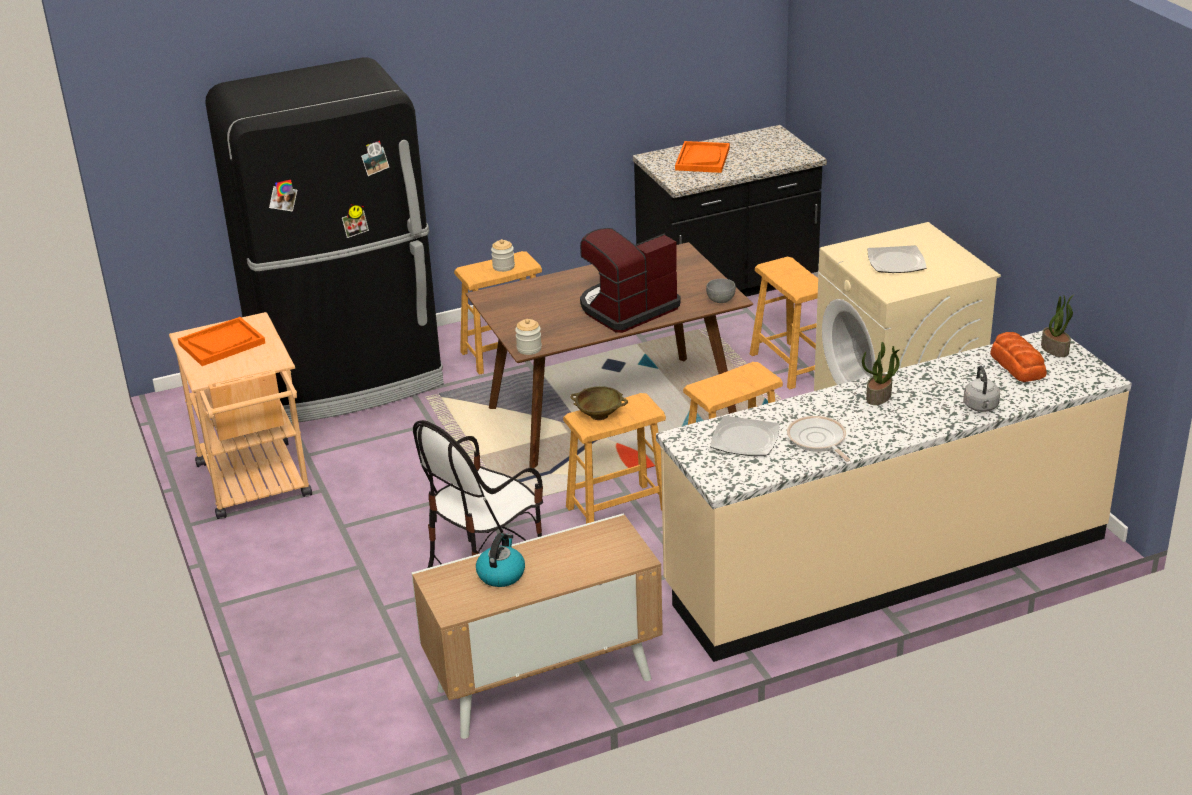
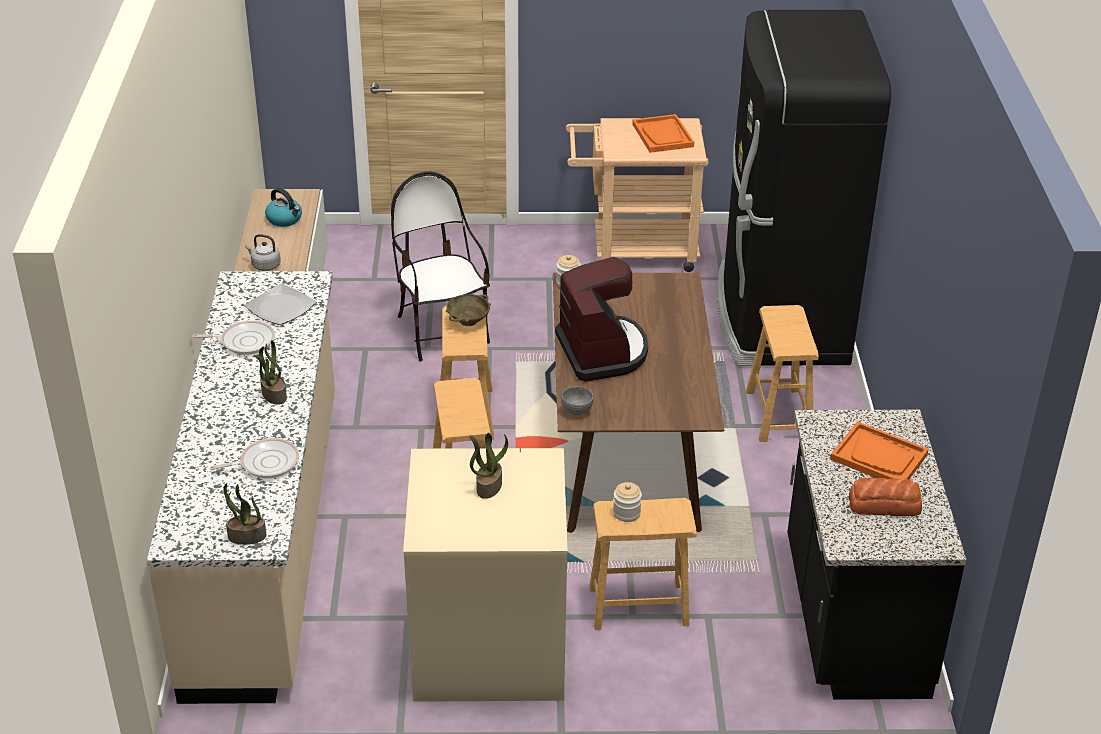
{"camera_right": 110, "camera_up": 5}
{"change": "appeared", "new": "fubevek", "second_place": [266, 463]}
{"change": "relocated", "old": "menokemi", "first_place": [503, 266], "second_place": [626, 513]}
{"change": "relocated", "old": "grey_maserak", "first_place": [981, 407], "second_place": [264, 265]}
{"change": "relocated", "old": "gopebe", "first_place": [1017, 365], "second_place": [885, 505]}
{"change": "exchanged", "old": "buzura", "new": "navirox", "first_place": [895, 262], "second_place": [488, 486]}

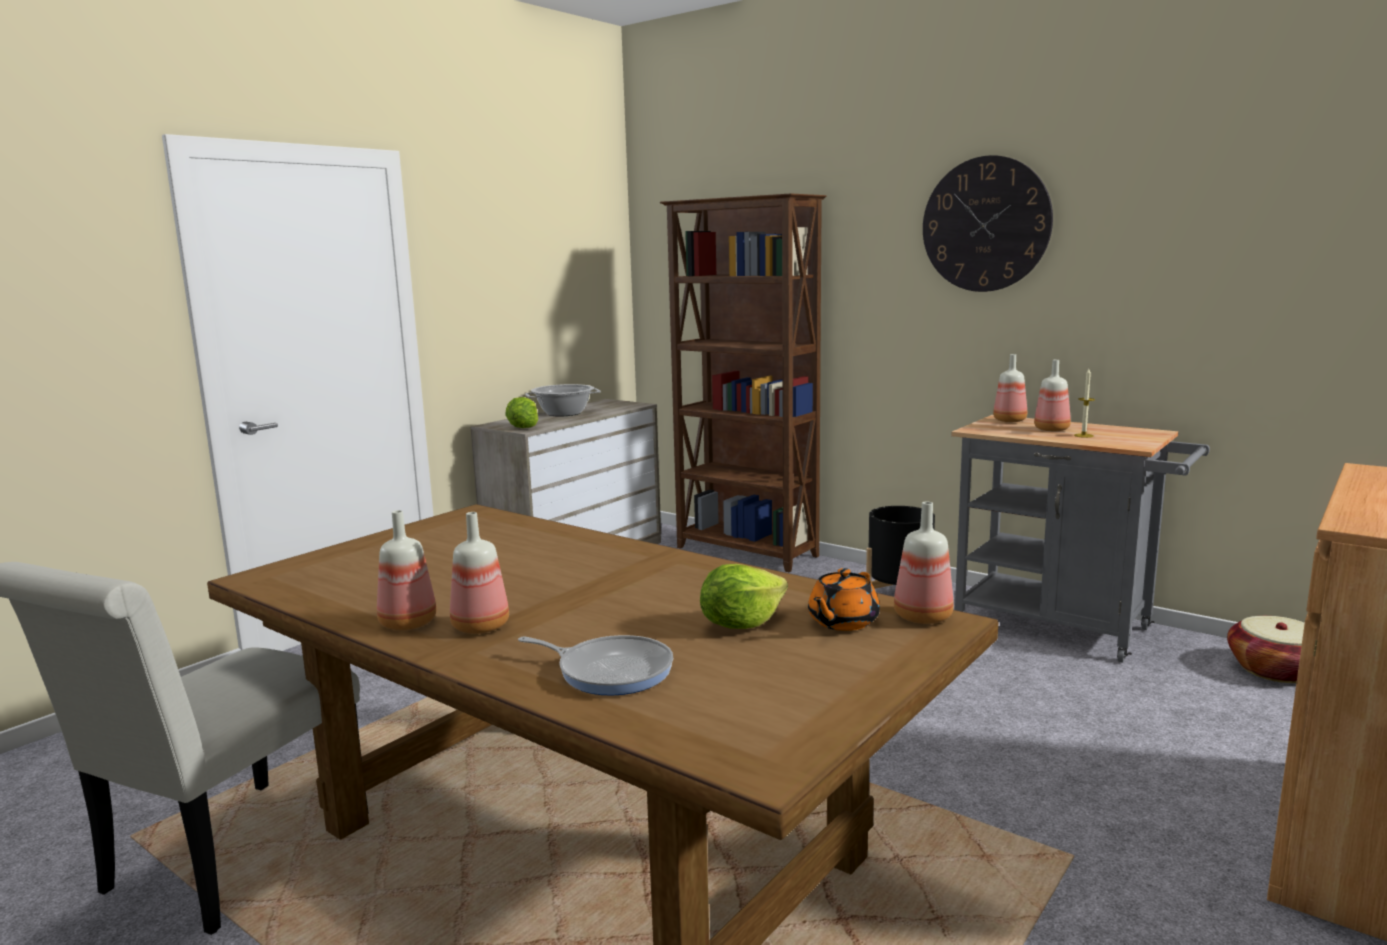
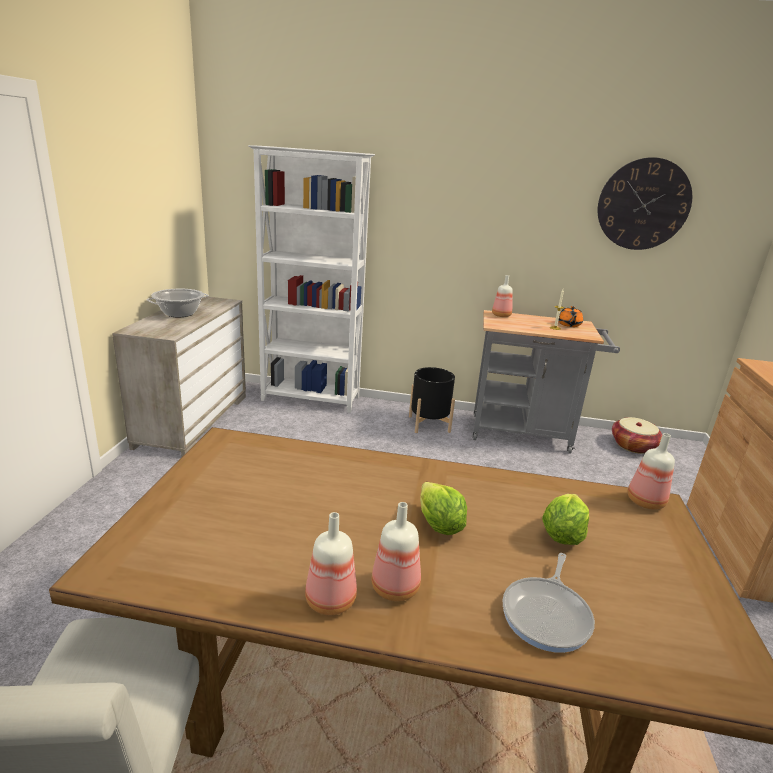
{"camera_right": -30, "camera_up": 10}
{"change": "missing", "old": "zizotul", "first_place": [1052, 429]}
{"change": "relocated", "old": "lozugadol", "first_place": [523, 427], "second_place": [439, 525]}
{"change": "relocated", "old": "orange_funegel", "first_place": [842, 622], "second_place": [569, 325]}
{"change": "relocated", "old": "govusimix", "first_place": [985, 224], "second_place": [643, 204]}
{"change": "colour", "old": "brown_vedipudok", "new": "white_vedipudok", "first_place": [747, 552], "second_place": [311, 399]}
{"change": "spun", "old": "fubevek", "first_place": [610, 671], "second_place": [547, 614], "degrees": 120}

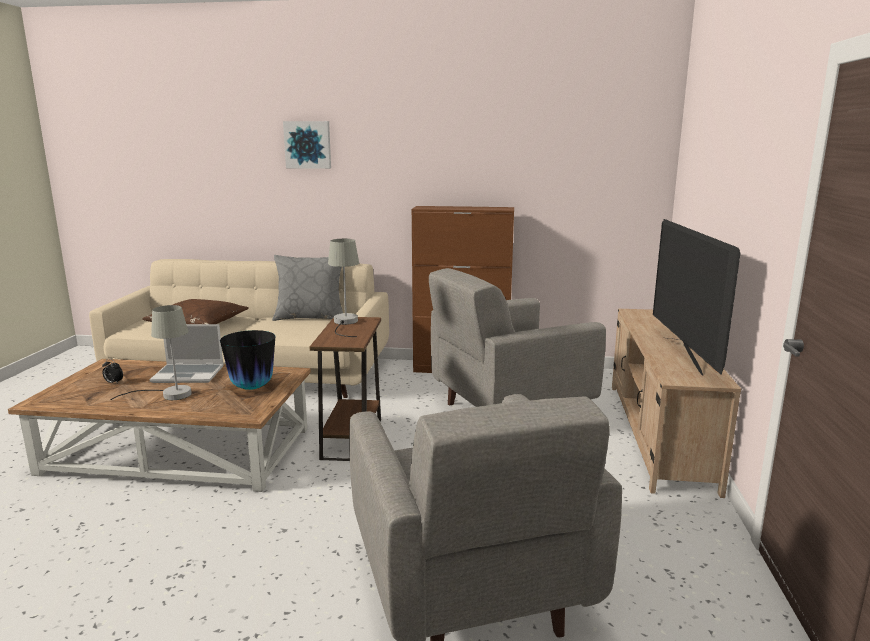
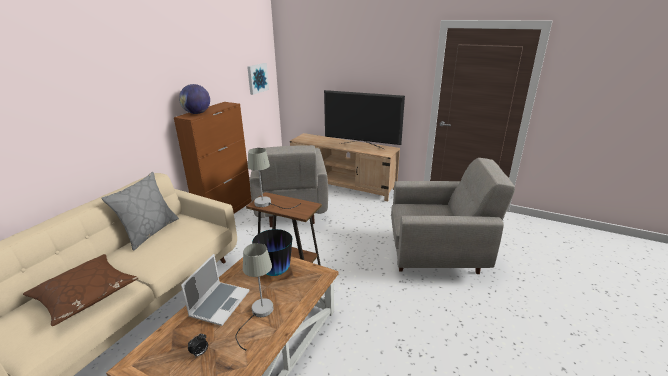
{"camera_right": -70, "camera_up": 10}
{"change": "appeared", "new": "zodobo", "second_place": [197, 113]}
{"change": "relocated", "old": "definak", "first_place": [308, 145], "second_place": [257, 78]}

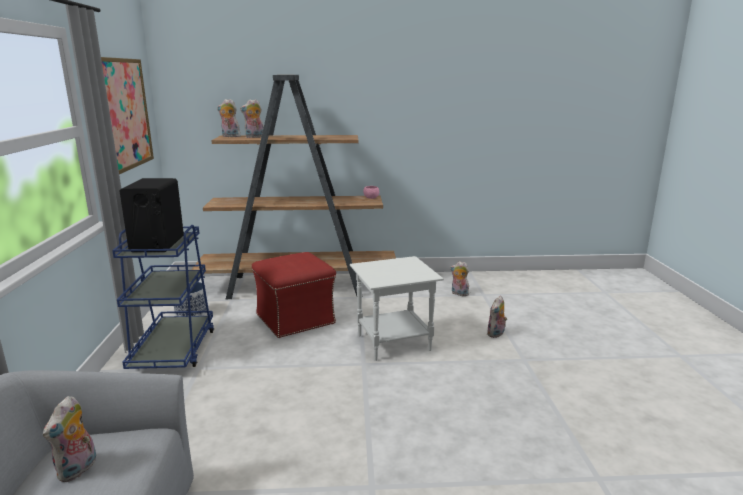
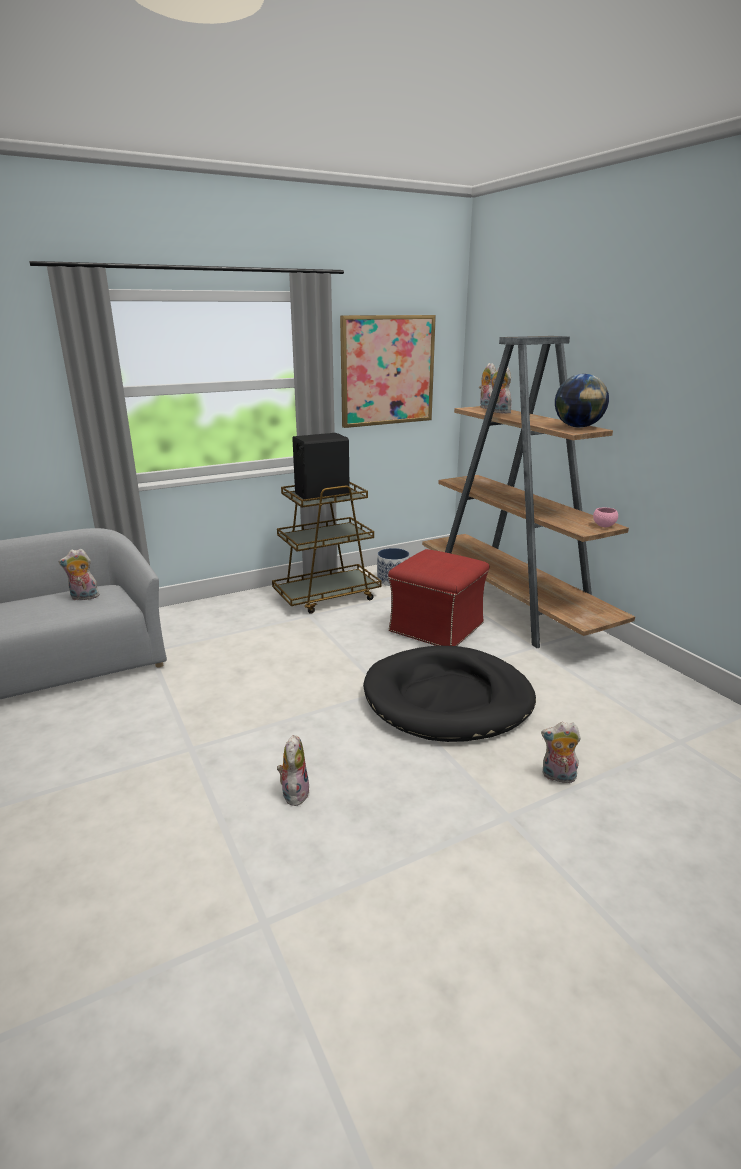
{"camera_right": 65, "camera_up": 5}
{"change": "appeared", "new": "zodobo", "second_place": [578, 427]}
{"change": "relocated", "old": "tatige", "first_place": [459, 294], "second_place": [294, 792]}
{"change": "exchanged", "old": "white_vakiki", "new": "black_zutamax", "first_place": [394, 342], "second_place": [448, 699]}
{"change": "colour", "old": "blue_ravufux", "new": "brown_ravufux", "first_place": [174, 350], "second_place": [327, 596]}

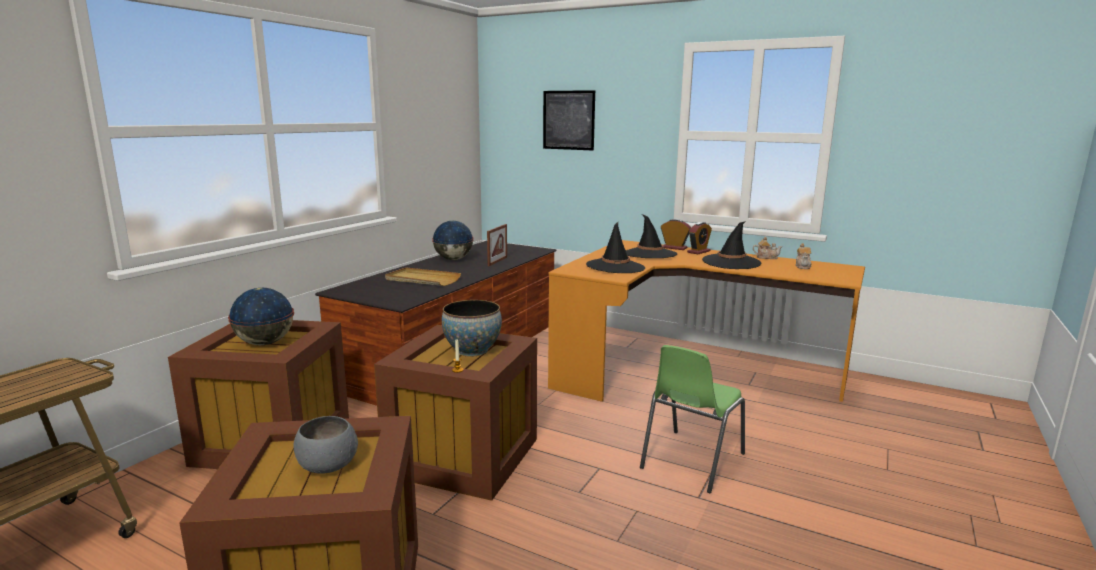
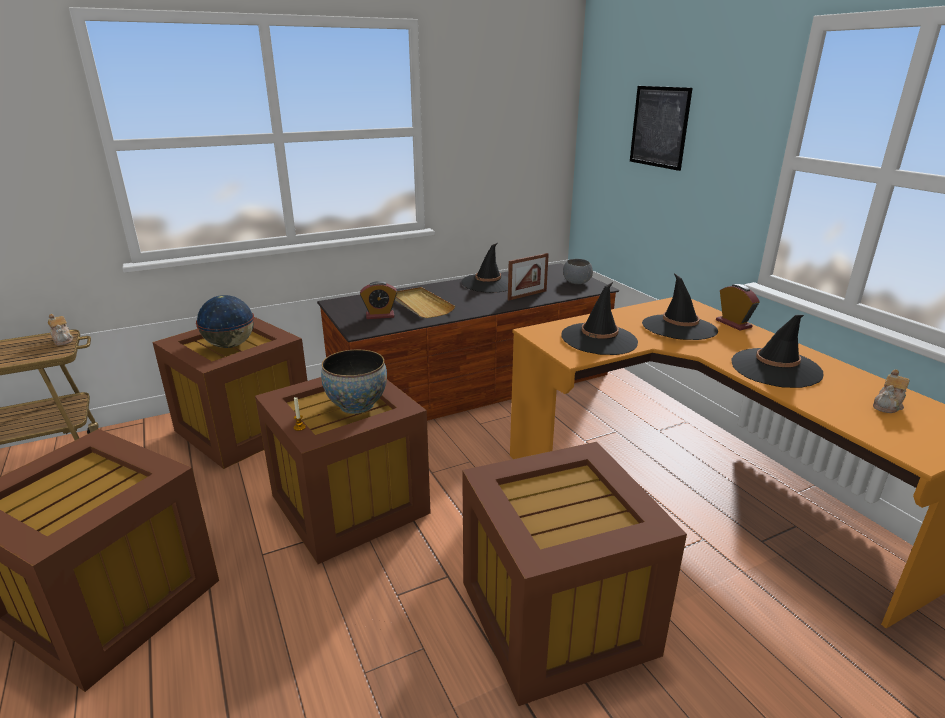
{"camera_right": 35, "camera_up": 10}
{"change": "relocated", "old": "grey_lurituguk", "first_place": [327, 466], "second_place": [576, 282]}
{"change": "relocated", "old": "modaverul", "first_place": [698, 251], "second_place": [380, 315]}
{"change": "relocated", "old": "funegel", "first_place": [766, 257], "second_place": [63, 340]}
{"change": "exchanged", "old": "zodobo", "new": "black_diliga", "first_place": [453, 259], "second_place": [488, 283]}
{"change": "exchanged", "old": "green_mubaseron", "new": "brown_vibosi", "first_place": [690, 461], "second_place": [553, 616]}

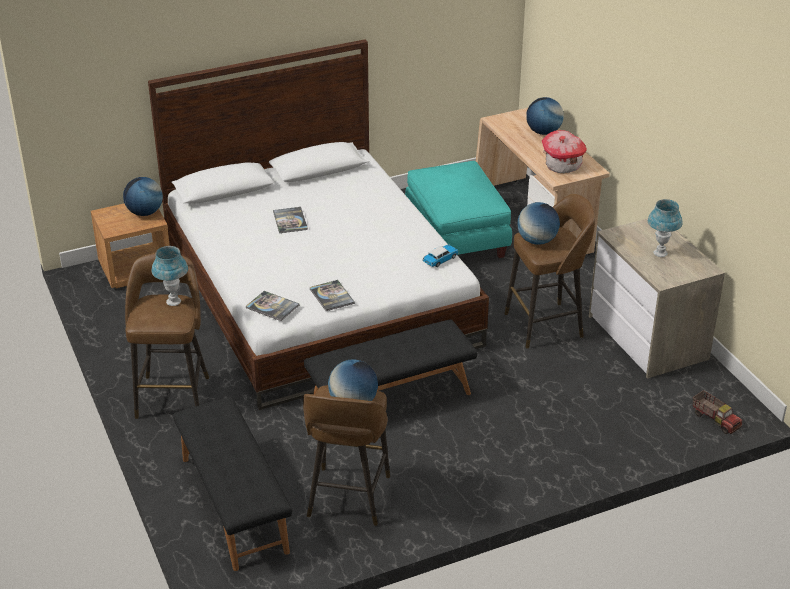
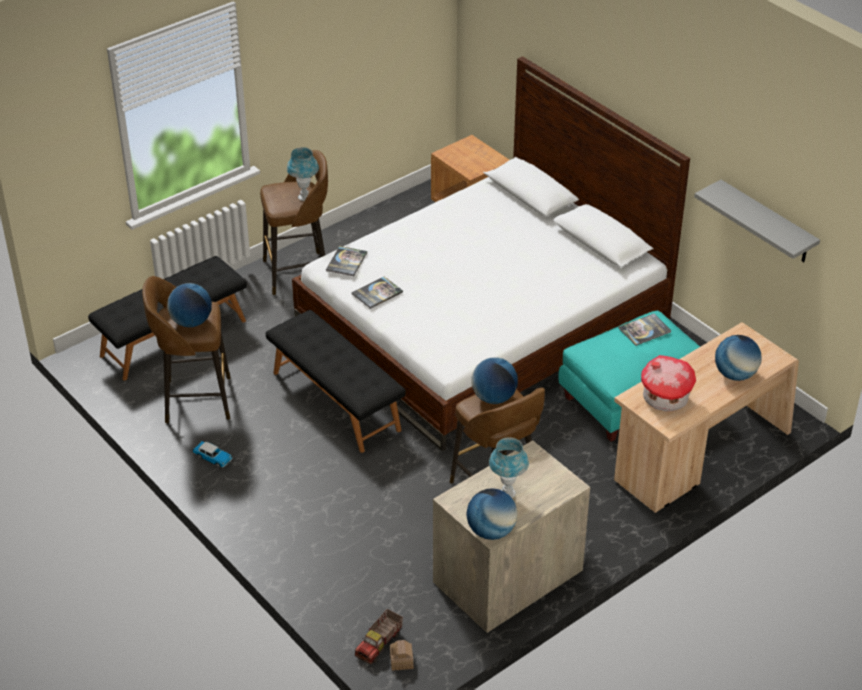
{"camera_right": 75, "camera_up": 5}
{"change": "appeared", "new": "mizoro", "second_place": [401, 661]}
{"change": "appeared", "new": "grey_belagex", "second_place": [767, 223]}
{"change": "relocated", "old": "zodobo", "first_place": [145, 213], "second_place": [491, 531]}
{"change": "relocated", "old": "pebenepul", "first_place": [290, 221], "second_place": [644, 330]}
{"change": "relocated", "old": "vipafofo", "first_place": [440, 260], "second_place": [213, 458]}

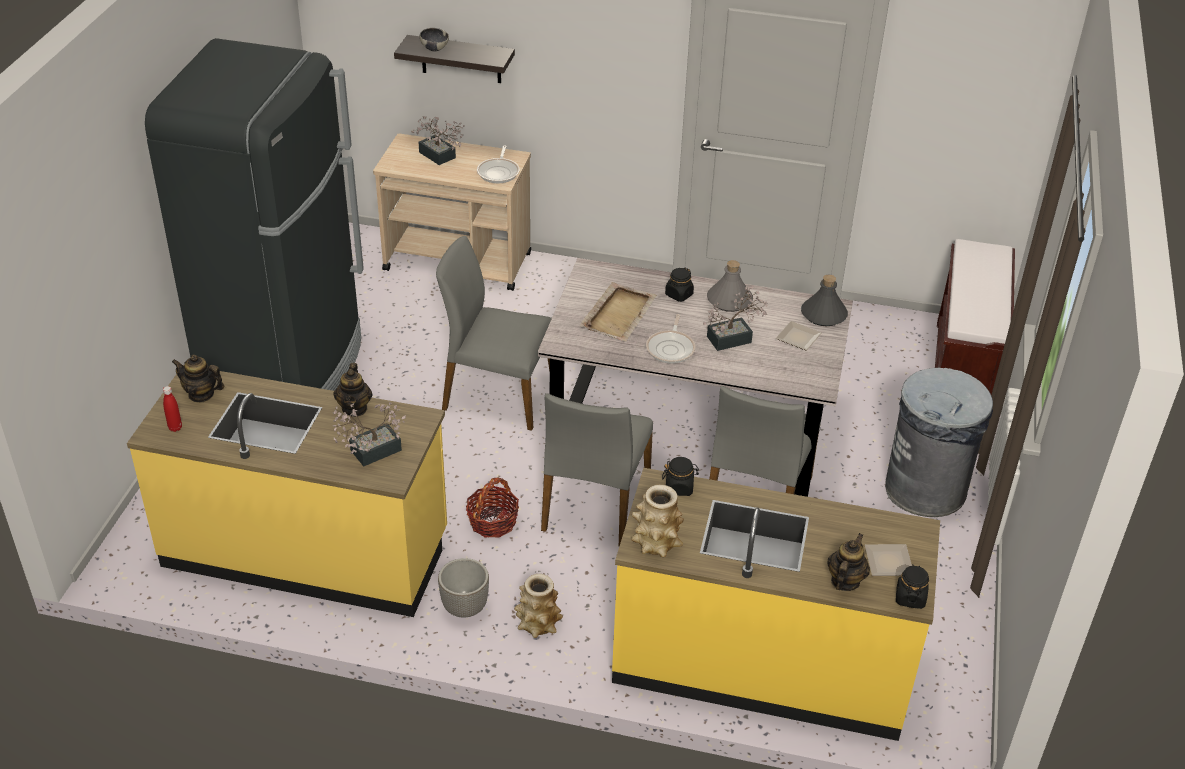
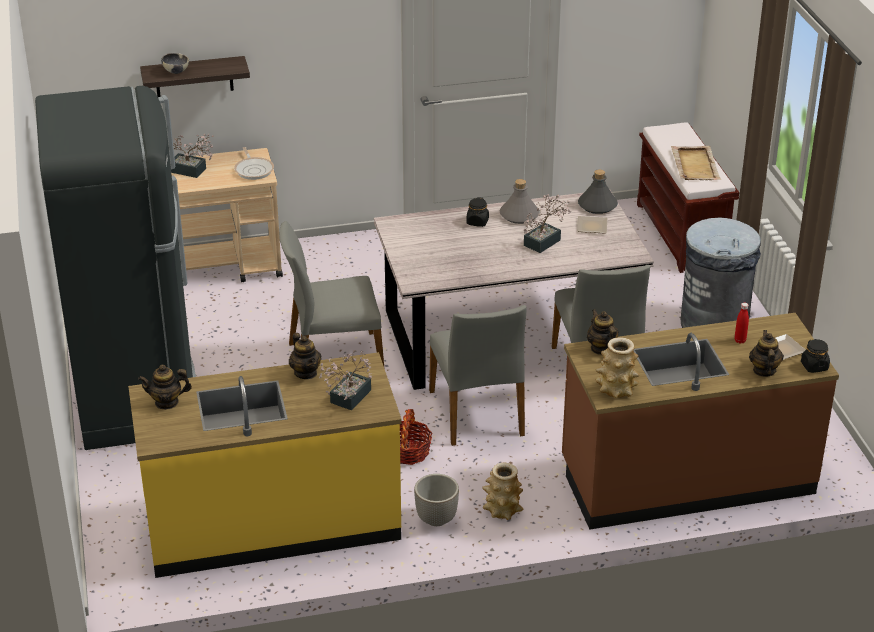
{"camera_right": -25, "camera_up": -5}
{"change": "missing", "old": "fubevek", "first_place": [671, 348]}
{"change": "relocated", "old": "red_zizotul", "first_place": [175, 428], "second_place": [740, 340]}
{"change": "relocated", "old": "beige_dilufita", "first_place": [619, 314], "second_place": [695, 165]}
{"change": "exchanged", "old": "black_menokemi", "new": "funegel", "first_place": [679, 487], "second_place": [601, 348]}
{"change": "colour", "old": "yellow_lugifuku", "new": "brown_lugifuku", "first_place": [761, 663], "second_place": [686, 478]}

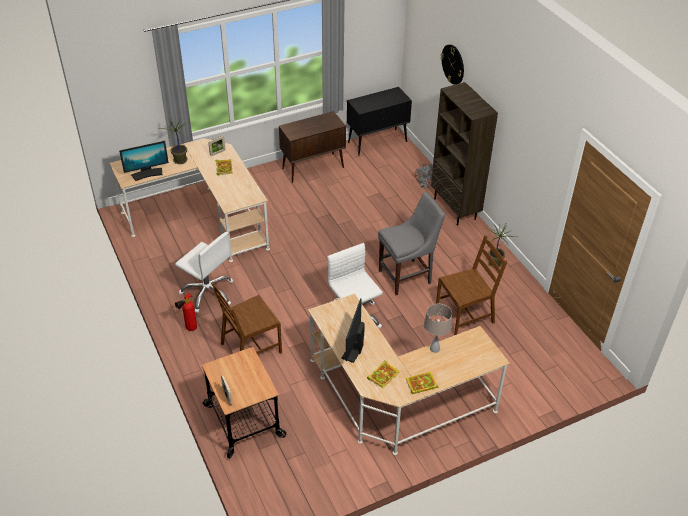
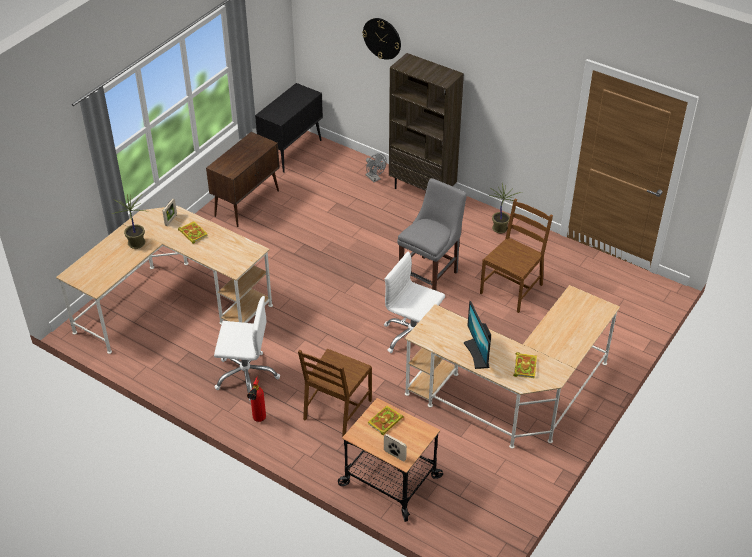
{"camera_right": -30, "camera_up": 0}
{"change": "missing", "old": "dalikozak", "first_place": [147, 174]}
{"change": "missing", "old": "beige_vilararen", "first_place": [434, 348]}
{"change": "relocated", "old": "pebenepul", "first_place": [421, 384], "second_place": [385, 422]}

